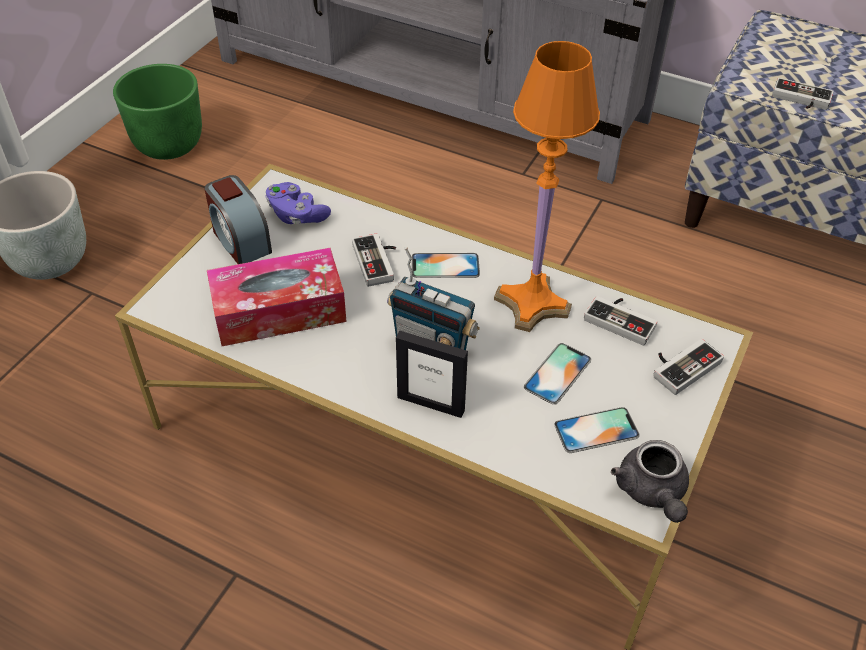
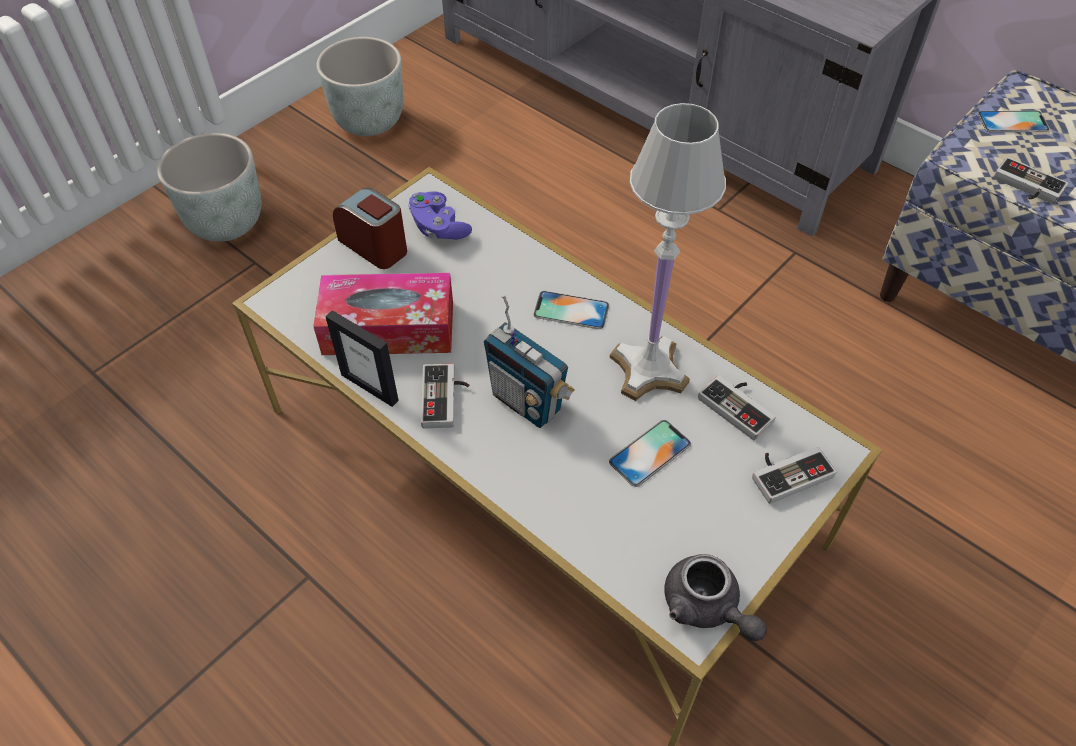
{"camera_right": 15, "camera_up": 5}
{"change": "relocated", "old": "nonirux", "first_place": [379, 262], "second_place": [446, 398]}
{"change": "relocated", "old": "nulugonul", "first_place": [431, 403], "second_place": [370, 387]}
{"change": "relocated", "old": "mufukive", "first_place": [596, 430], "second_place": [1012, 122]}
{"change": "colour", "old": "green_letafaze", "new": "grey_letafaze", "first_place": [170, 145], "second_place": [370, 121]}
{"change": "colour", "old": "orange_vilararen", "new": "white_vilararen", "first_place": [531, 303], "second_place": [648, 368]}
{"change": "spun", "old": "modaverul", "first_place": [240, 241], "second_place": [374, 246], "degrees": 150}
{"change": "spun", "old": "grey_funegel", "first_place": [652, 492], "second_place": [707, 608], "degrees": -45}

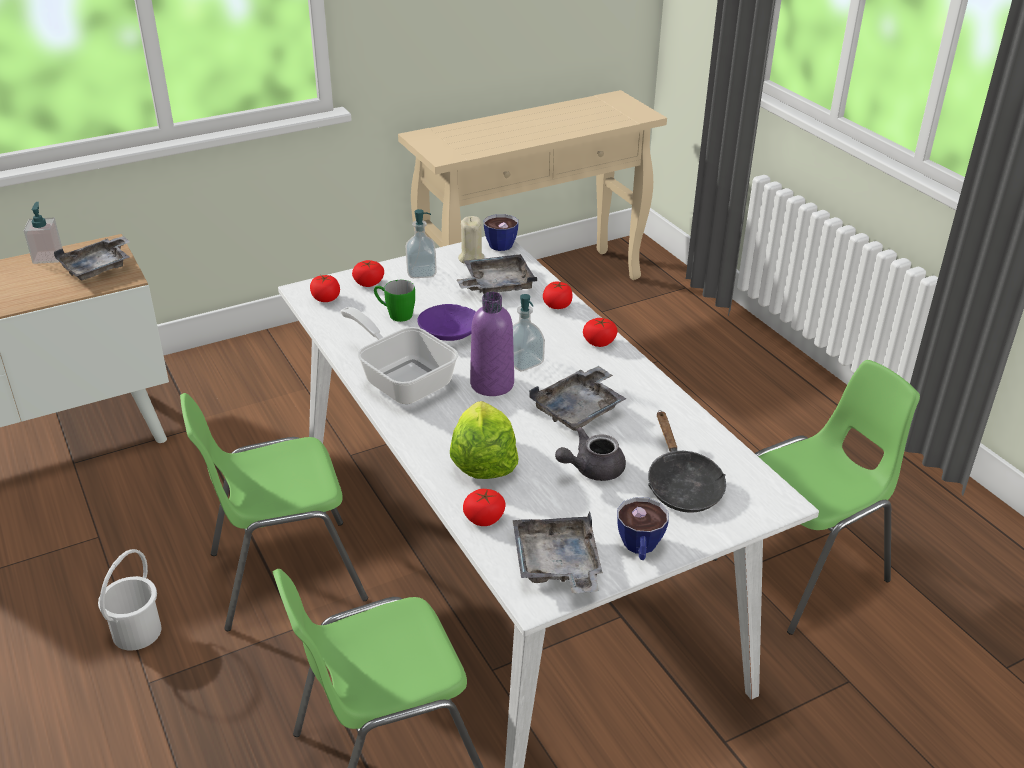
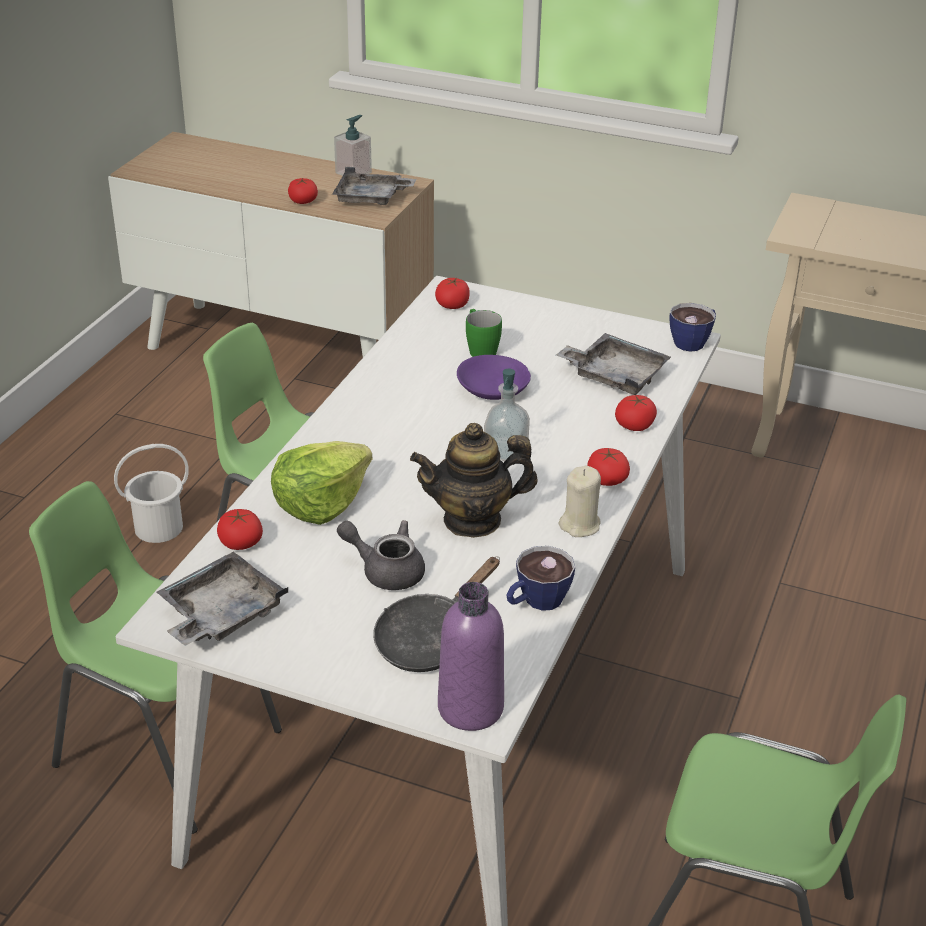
{"camera_right": 50, "camera_up": 0}
{"change": "missing", "old": "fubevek", "first_place": [402, 379]}
{"change": "missing", "old": "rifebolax", "first_place": [421, 272]}
{"change": "relocated", "old": "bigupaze", "first_place": [368, 283], "second_place": [303, 201]}
{"change": "relocated", "old": "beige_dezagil", "first_place": [471, 258], "second_place": [580, 525]}
{"change": "relocated", "old": "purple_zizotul", "first_place": [492, 384], "second_place": [470, 708]}
{"change": "relocated", "old": "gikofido", "first_place": [640, 549], "second_place": [536, 602]}
{"change": "exchanged", "old": "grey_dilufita", "new": "funegel", "first_place": [579, 409], "second_place": [472, 520]}

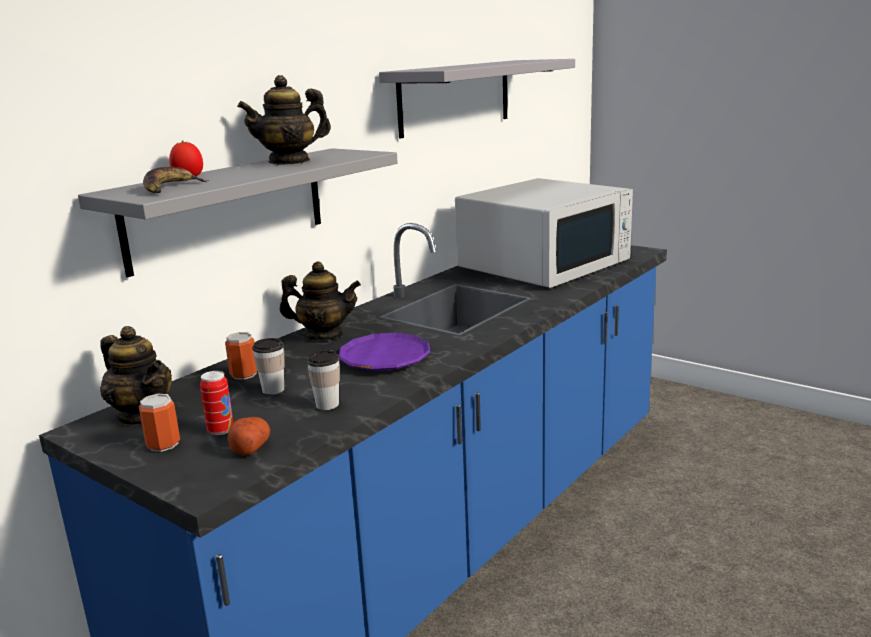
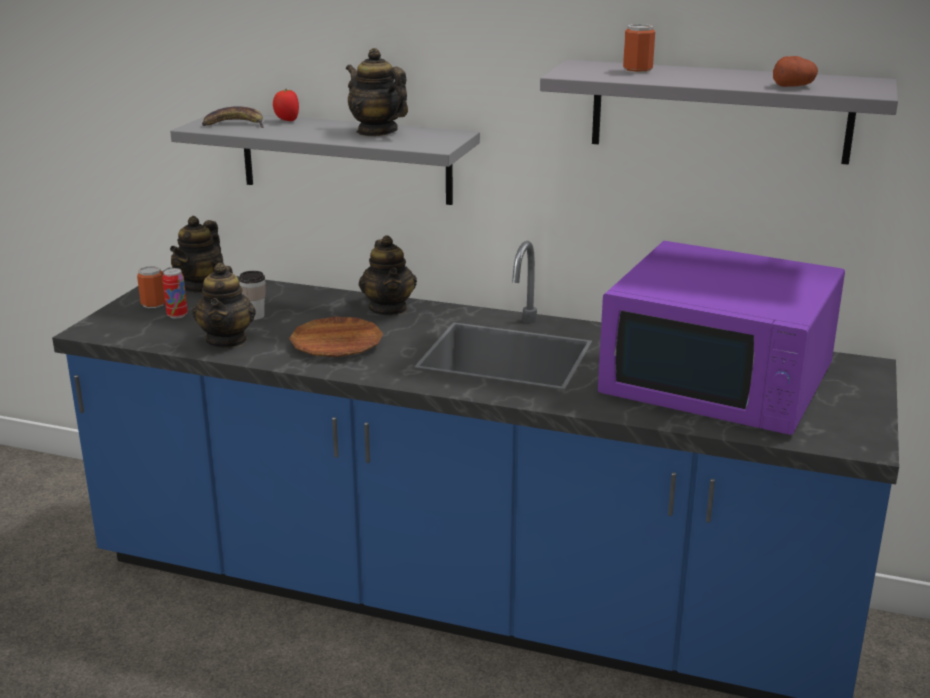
{"camera_right": 70, "camera_up": 5}
{"change": "relocated", "old": "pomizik", "first_place": [244, 374], "second_place": [637, 70]}
{"change": "relocated", "old": "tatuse", "first_place": [250, 447], "second_place": [793, 86]}
{"change": "exchanged", "old": "gikofido", "new": "funegel", "first_place": [327, 405], "second_place": [227, 340]}
{"change": "colour", "old": "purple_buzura", "new": "brown_buzura", "first_place": [384, 358], "second_place": [336, 344]}
{"change": "colour", "old": "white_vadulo", "new": "purple_vadulo", "first_place": [545, 265], "second_place": [719, 382]}

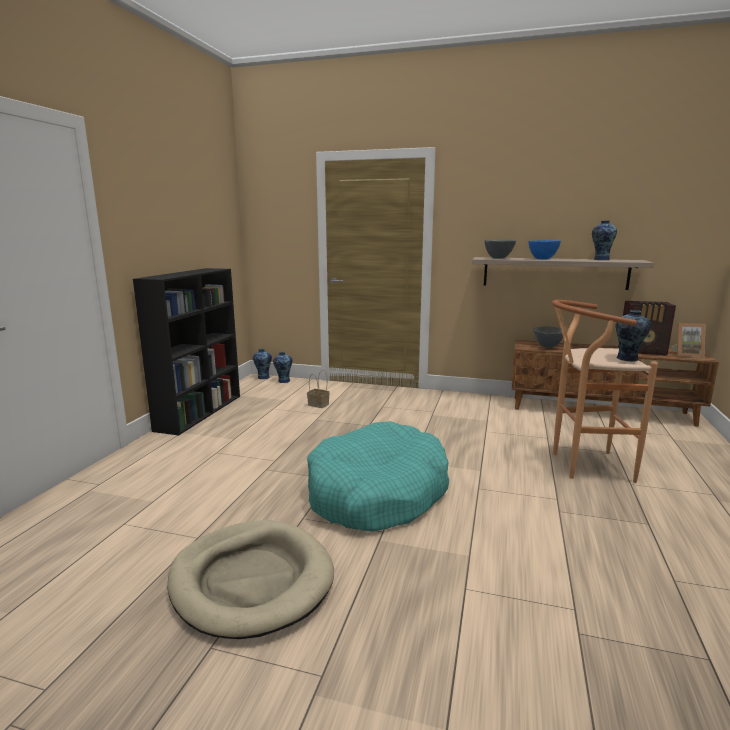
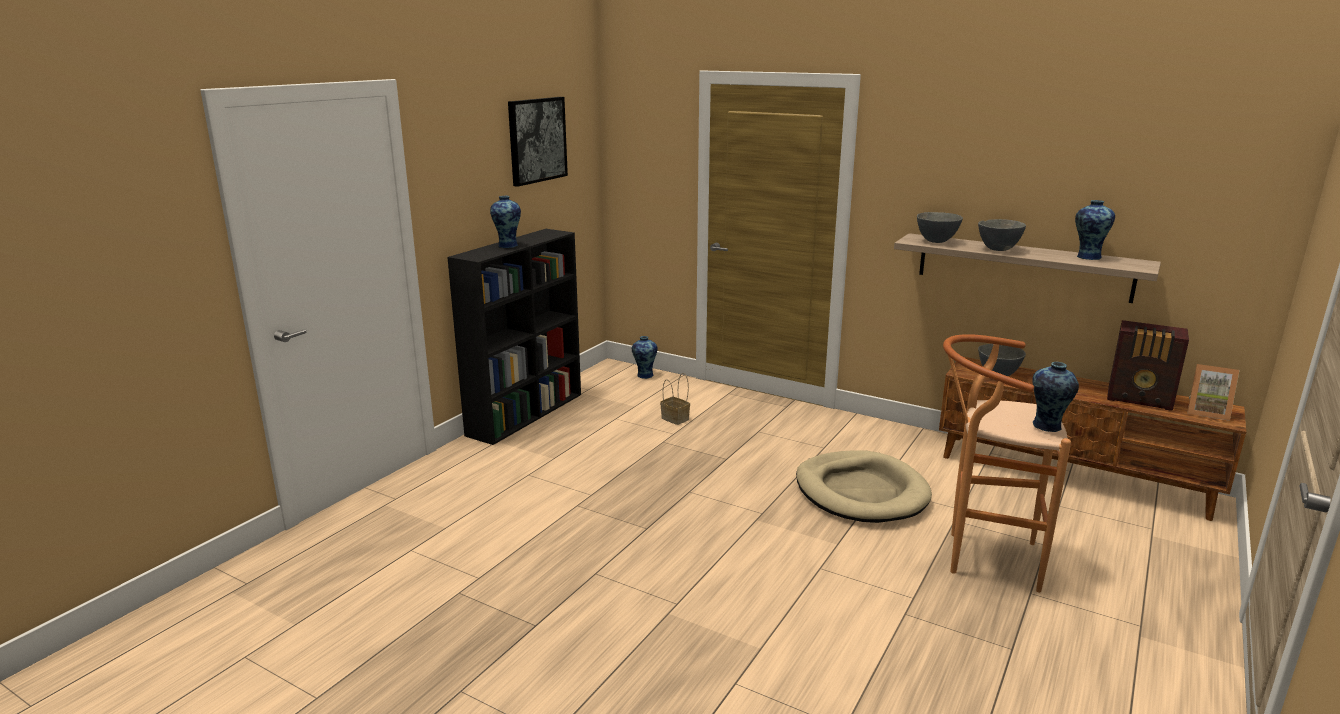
{"camera_right": 15, "camera_up": 5}
{"change": "missing", "old": "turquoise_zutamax", "first_place": [377, 493]}
{"change": "appeared", "new": "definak", "second_place": [537, 140]}
{"change": "relocated", "old": "beige_zutamax", "first_place": [251, 580], "second_place": [861, 492]}
{"change": "relocated", "old": "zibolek", "first_place": [263, 377], "second_place": [507, 245]}
{"change": "colour", "old": "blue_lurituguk", "new": "grey_lurituguk", "first_place": [542, 259], "second_place": [998, 249]}

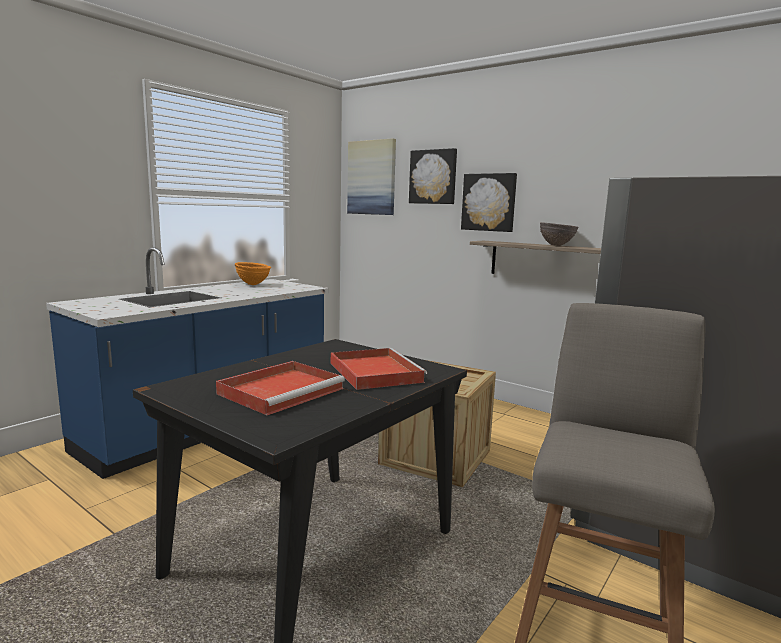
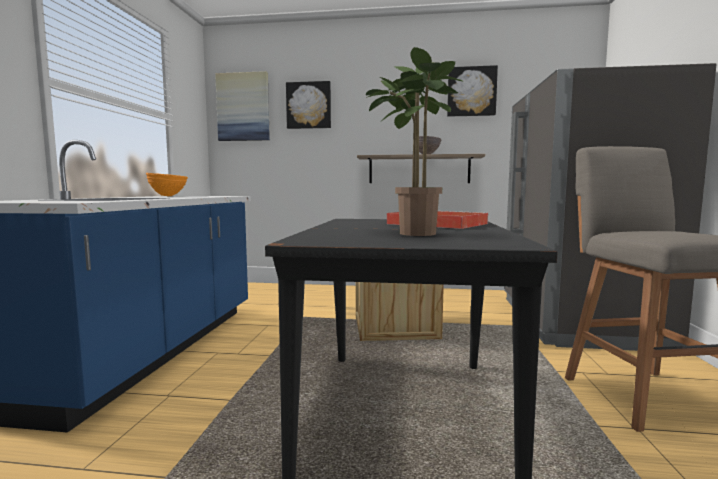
{"camera_right": -30, "camera_up": -5}
{"change": "relocated", "old": "definak", "first_place": [489, 202], "second_place": [471, 92]}
{"change": "exchanged", "old": "red_dilufita", "new": "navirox", "first_place": [282, 390], "second_place": [412, 233]}

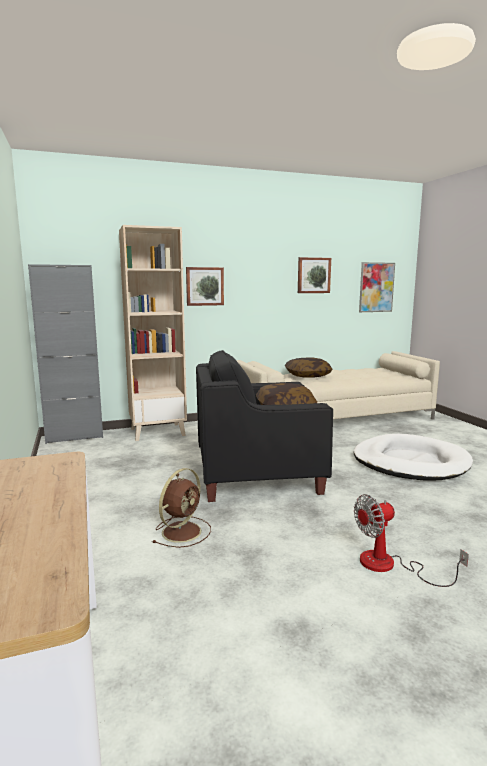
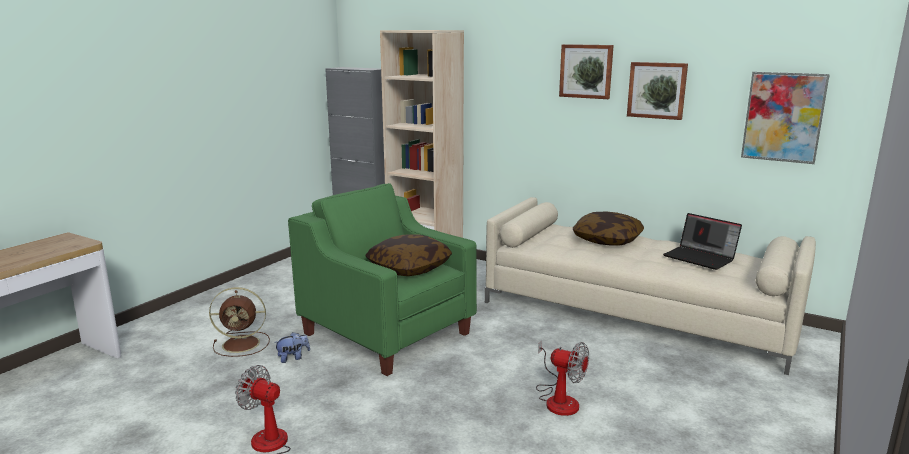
{"camera_right": 50, "camera_up": 5}
{"change": "appeared", "new": "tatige", "second_place": [293, 358]}
{"change": "appeared", "new": "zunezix", "second_place": [701, 258]}
{"change": "relocated", "old": "definak", "first_place": [204, 286], "second_place": [586, 71]}
{"change": "exchanged", "old": "white_zutamax", "new": "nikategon", "first_place": [410, 462], "second_place": [558, 399]}
{"change": "colour", "old": "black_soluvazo", "new": "green_soluvazo", "first_place": [258, 476], "second_place": [387, 333]}

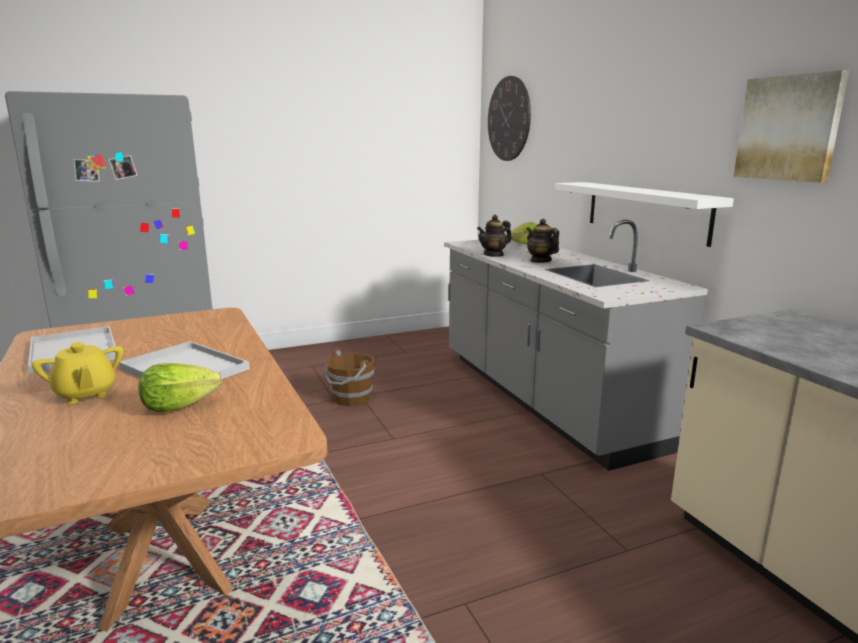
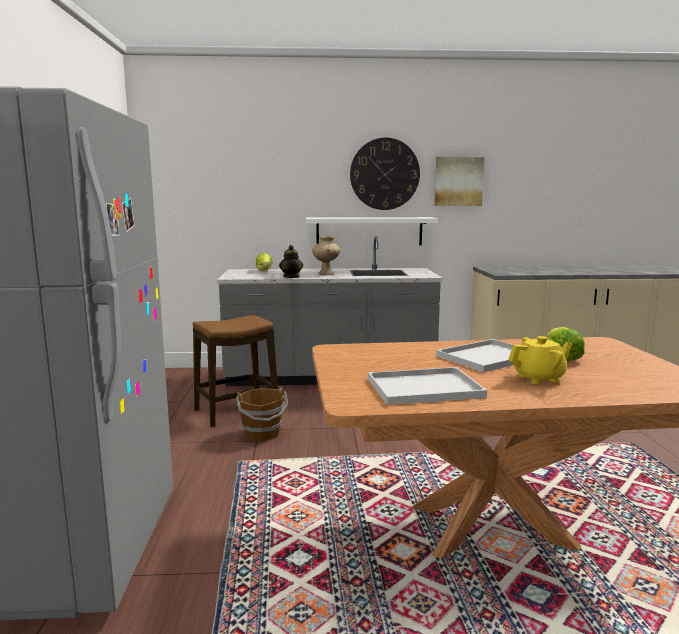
{"camera_right": -70, "camera_up": -5}
{"change": "appeared", "new": "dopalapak", "second_place": [236, 411]}
{"change": "relocated", "old": "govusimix", "first_place": [509, 119], "second_place": [384, 174]}
{"change": "exchanged", "old": "funegel", "new": "beige_zibolek", "first_place": [540, 261], "second_place": [326, 274]}

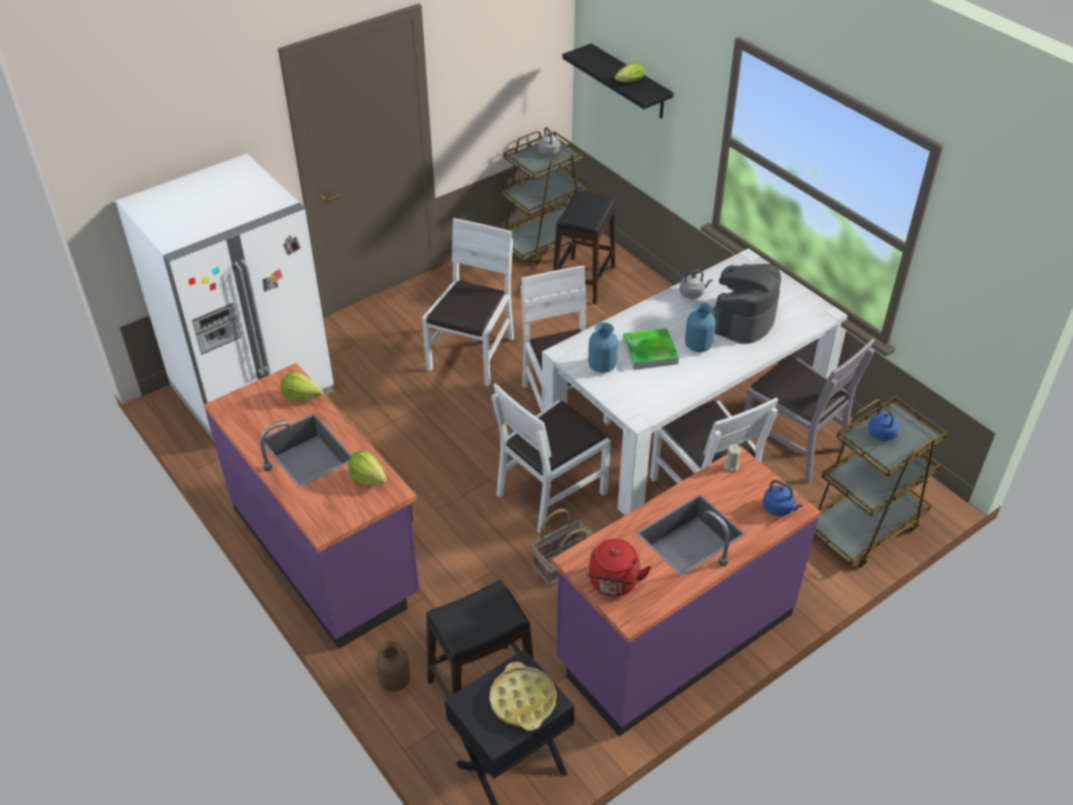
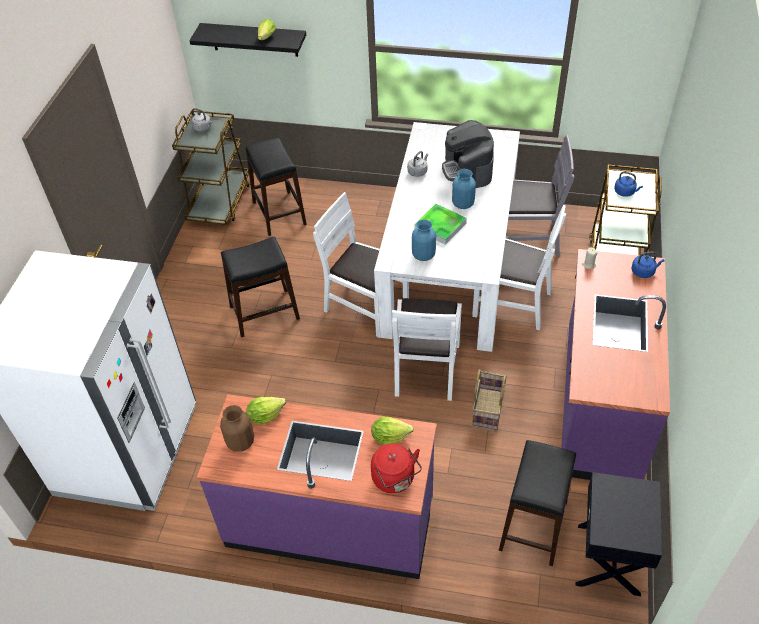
{"camera_right": -40, "camera_up": 5}
{"change": "missing", "old": "yellow_dilufita", "first_place": [523, 700]}
{"change": "relocated", "old": "brown_zibolek", "first_place": [394, 681], "second_place": [240, 442]}
{"change": "relocated", "old": "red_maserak", "first_place": [613, 584], "second_place": [395, 480]}
{"change": "exchanged", "old": "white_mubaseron", "new": "black_dopalapak", "first_place": [472, 354], "second_place": [264, 312]}

